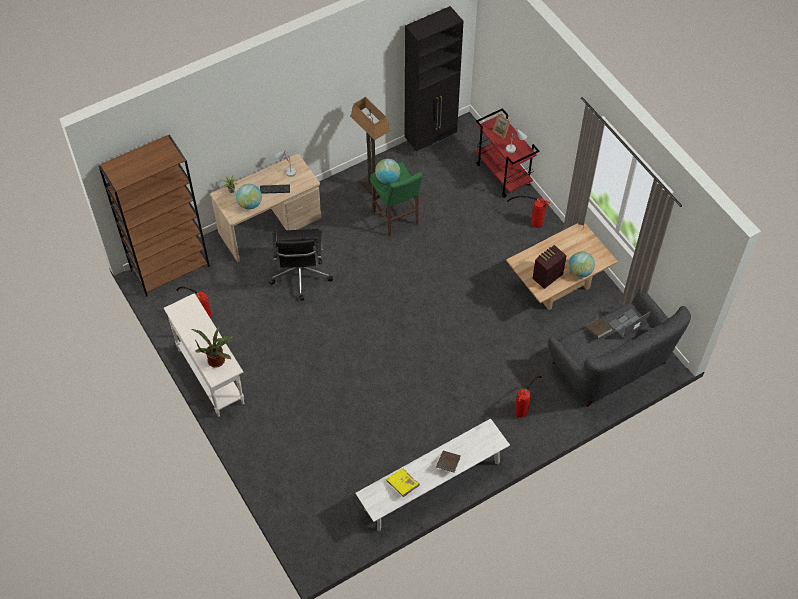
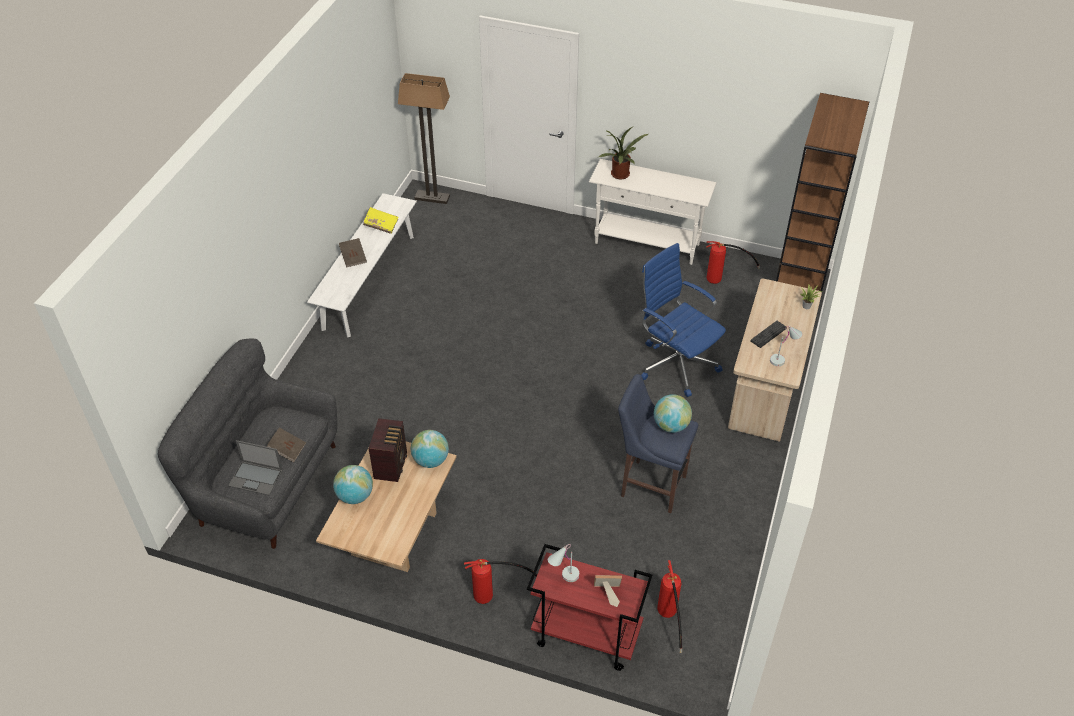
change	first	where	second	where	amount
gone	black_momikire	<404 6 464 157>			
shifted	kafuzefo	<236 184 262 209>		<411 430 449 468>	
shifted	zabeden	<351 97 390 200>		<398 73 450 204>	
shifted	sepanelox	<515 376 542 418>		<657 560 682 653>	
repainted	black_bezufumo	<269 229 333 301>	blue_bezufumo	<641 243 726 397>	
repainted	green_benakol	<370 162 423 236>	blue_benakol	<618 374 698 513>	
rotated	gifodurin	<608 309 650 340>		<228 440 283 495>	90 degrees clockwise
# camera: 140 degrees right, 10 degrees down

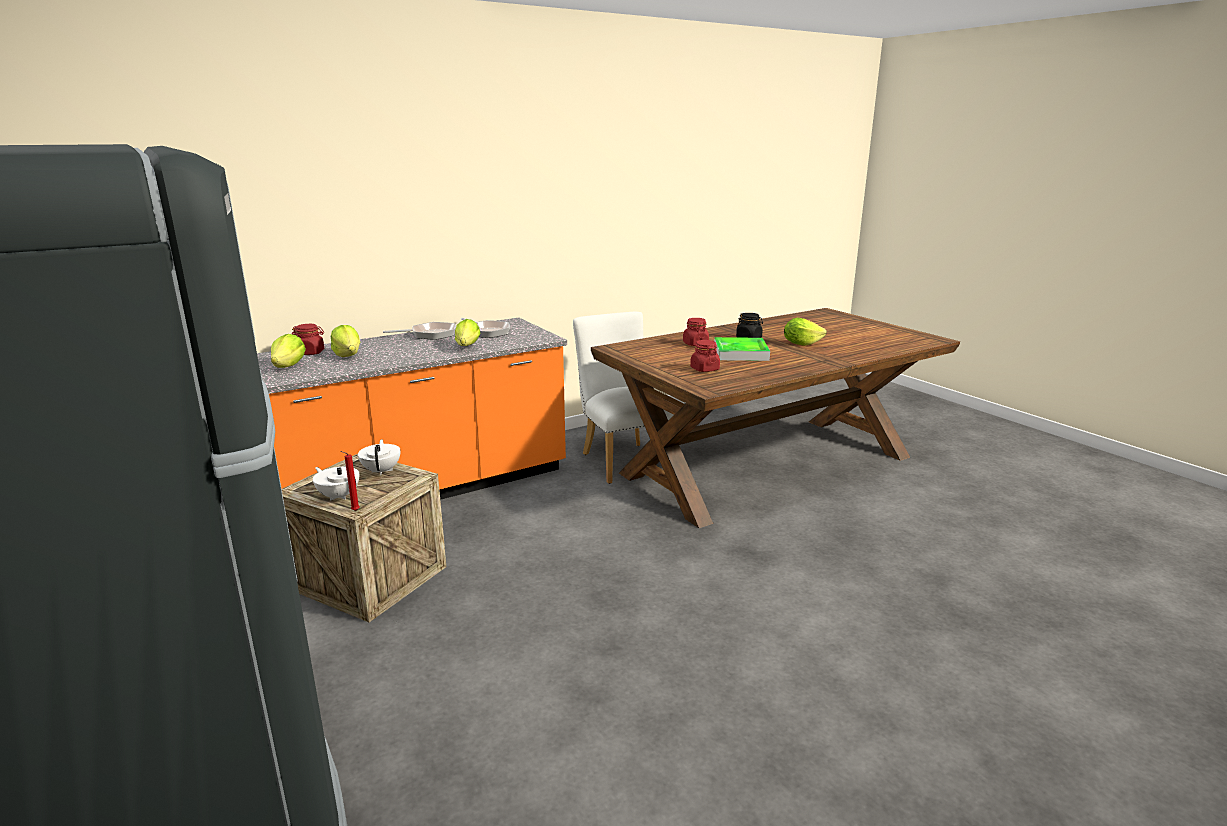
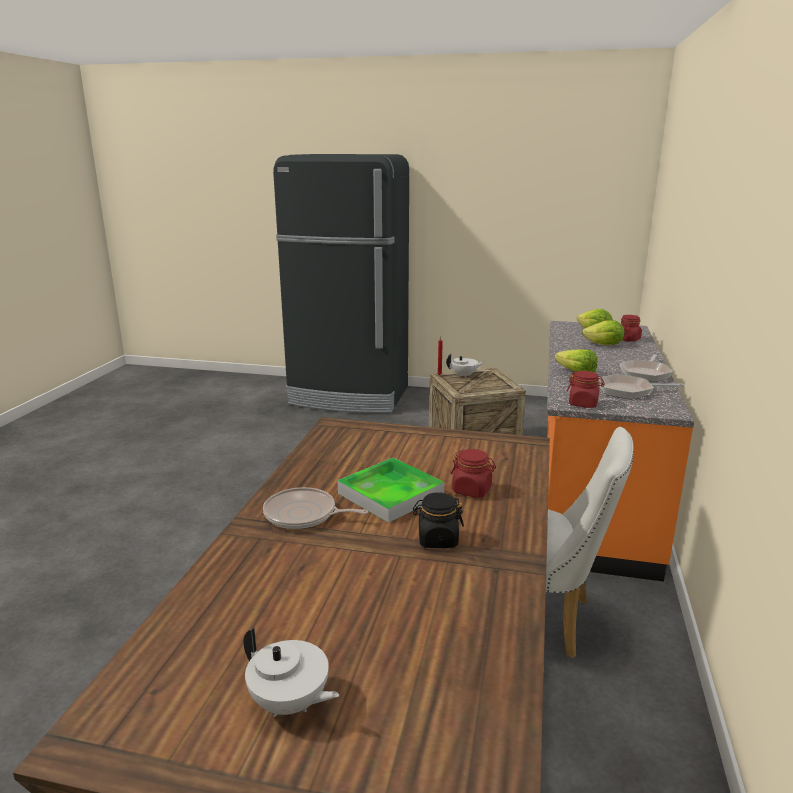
change	first	where	second	where	amount
gone	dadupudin	<784 318 827 346>			
new			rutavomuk	<263 487 368 529>	
shifted	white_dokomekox	<358 440 400 475>		<243 628 339 717>	
shifted	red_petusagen	<690 340 720 372>		<567 371 605 408>	
# camera: 135 degrees right, 0 degrees up

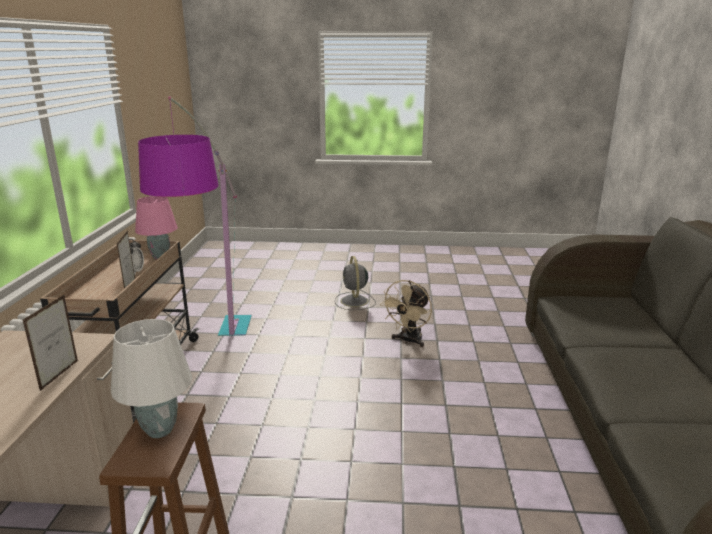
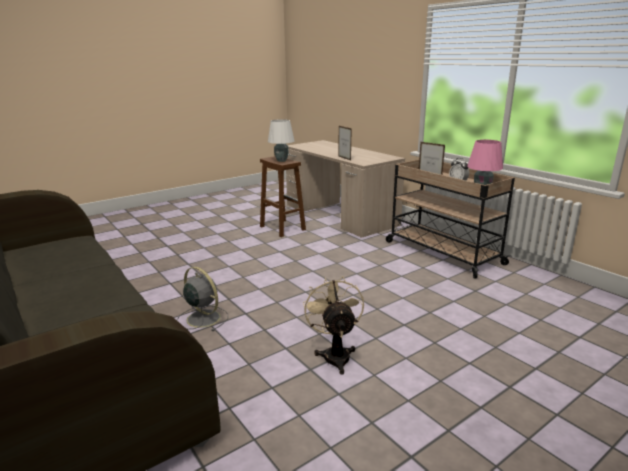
change	first	where	second	where	amount
gone	zabeden	<138 96 252 336>			
shifted	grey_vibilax	<335 256 376 310>		<177 267 228 331>	
# camera: 140 degrees right, 0 degrees up

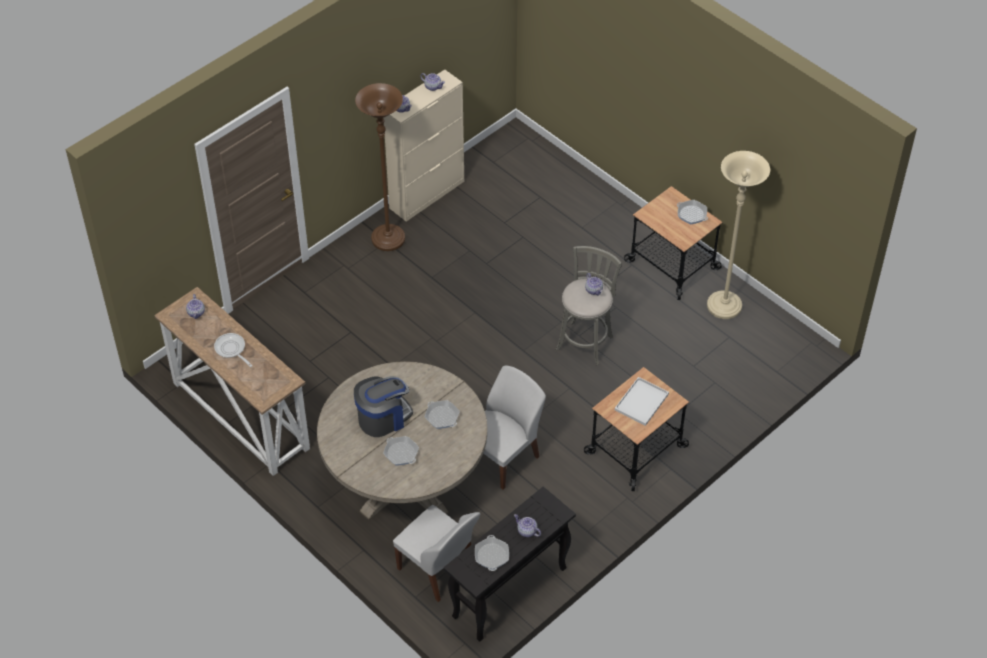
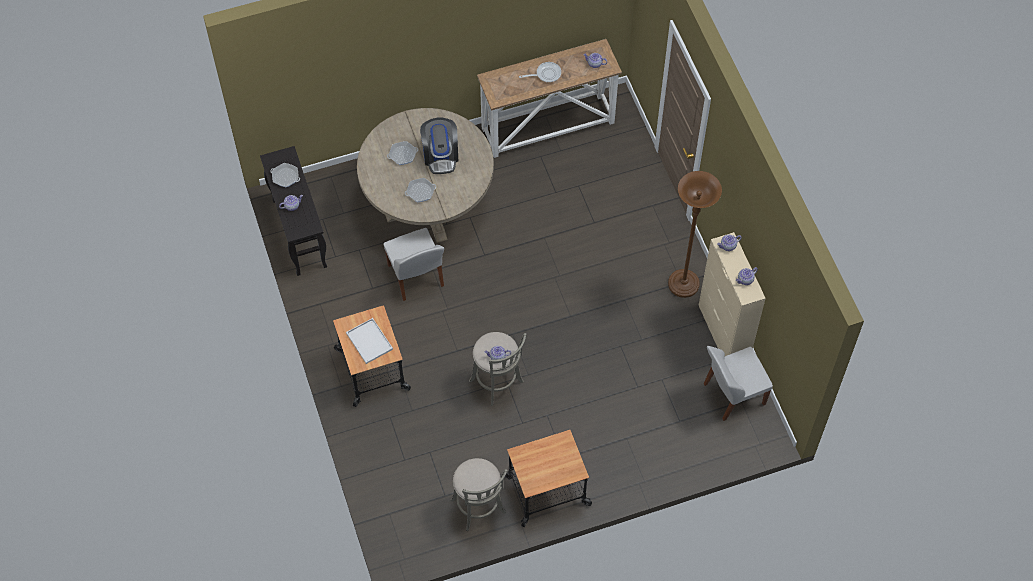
change	first	where	second	where	amount
gone	rutavomuk	<677 200 708 224>			
shifted	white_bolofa	<393 505 480 602>		<704 346 773 421>	
swapped	beige_zabeden	<707 151 770 319>	grey_benakol	<450 458 508 531>	
# camera: 115 degrees right, 10 degrees up

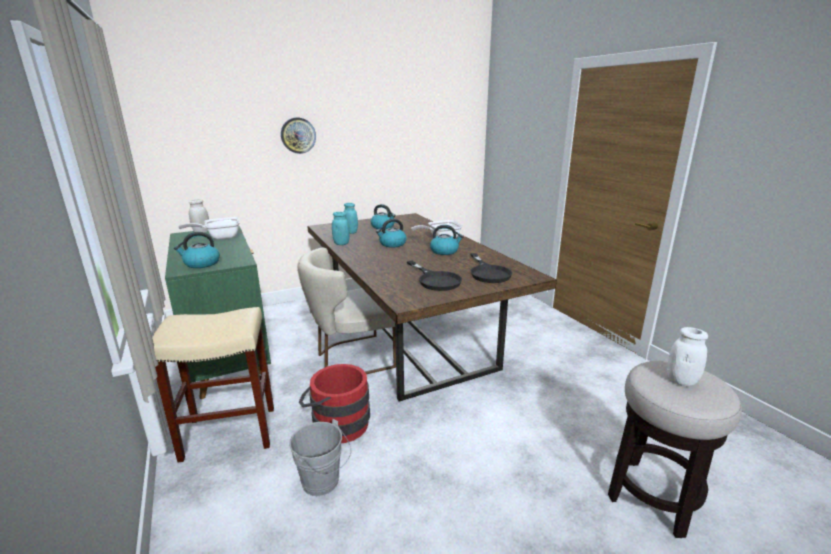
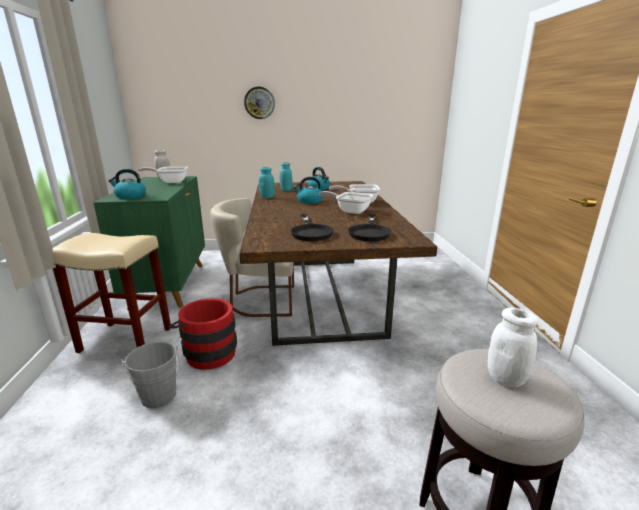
change	first	where	second	where	amount
swapped	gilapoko	<430 225 464 255>	rutavomuk	<319 191 373 214>	
# camera: 20 degrees right, 0 degrees up

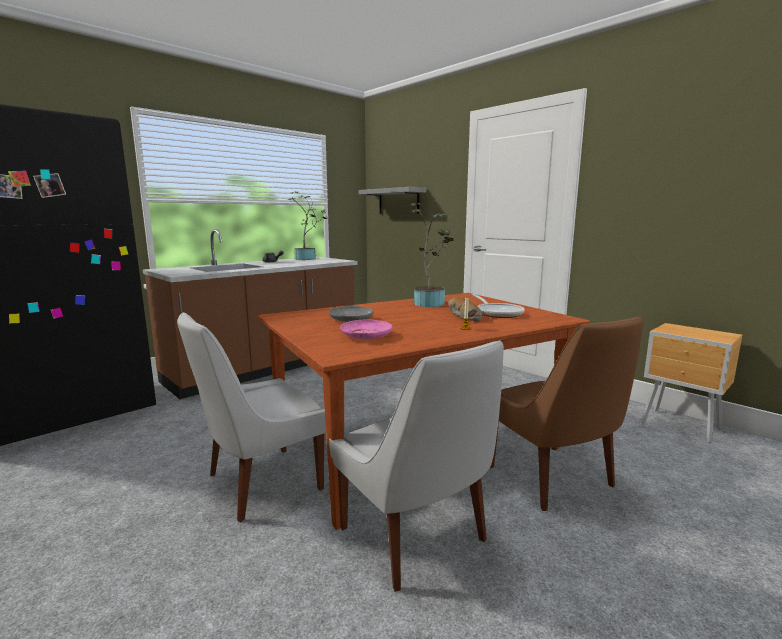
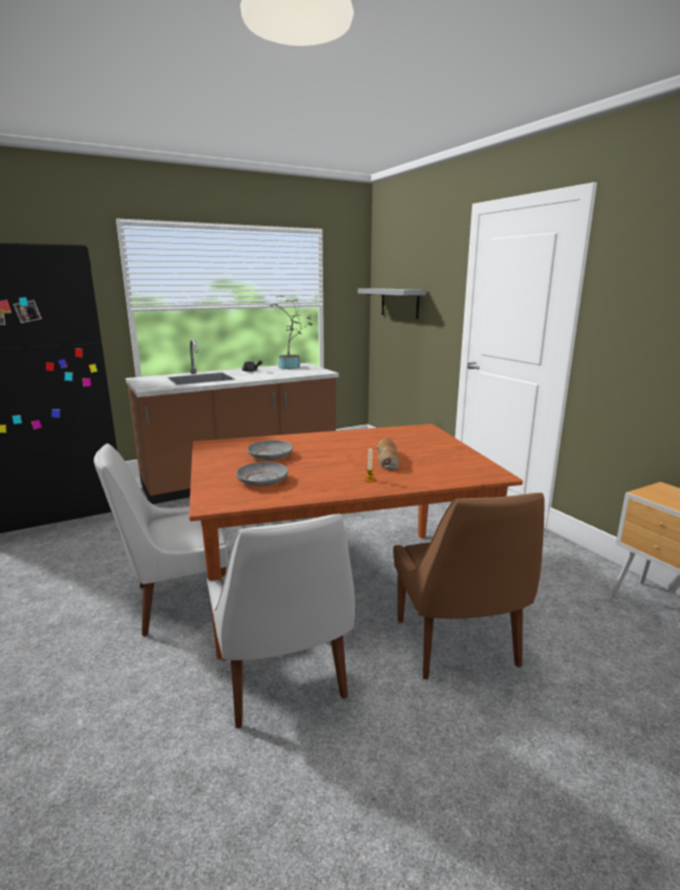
change	first	where	second	where	amount
gone	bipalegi	<410 203 454 307>			
gone	rutavomuk	<472 294 524 318>			
repainted	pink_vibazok	<340 319 392 339>	grey_vibazok	<236 462 288 486>	
# camera: 15 degrees right, 5 degrees up

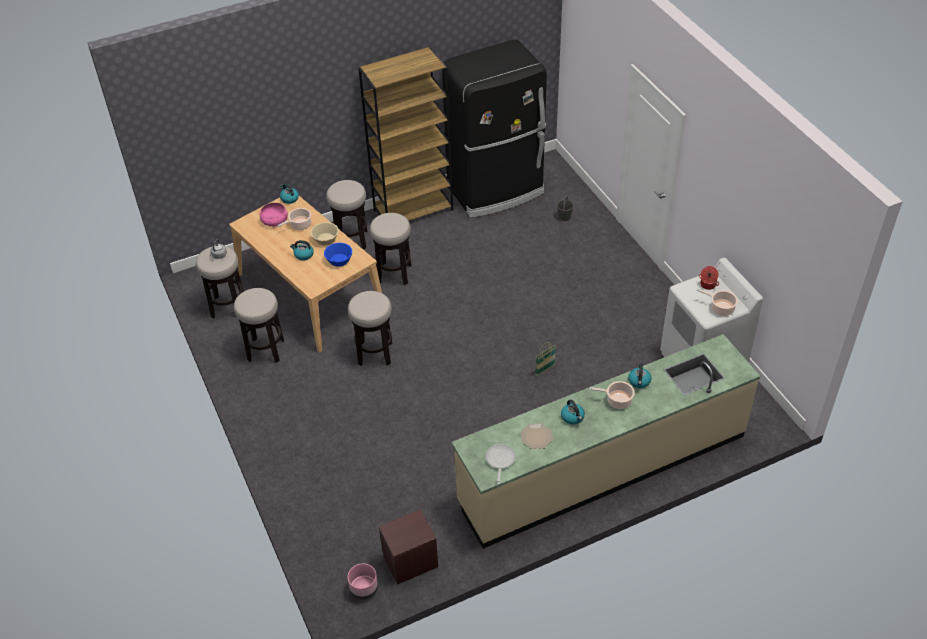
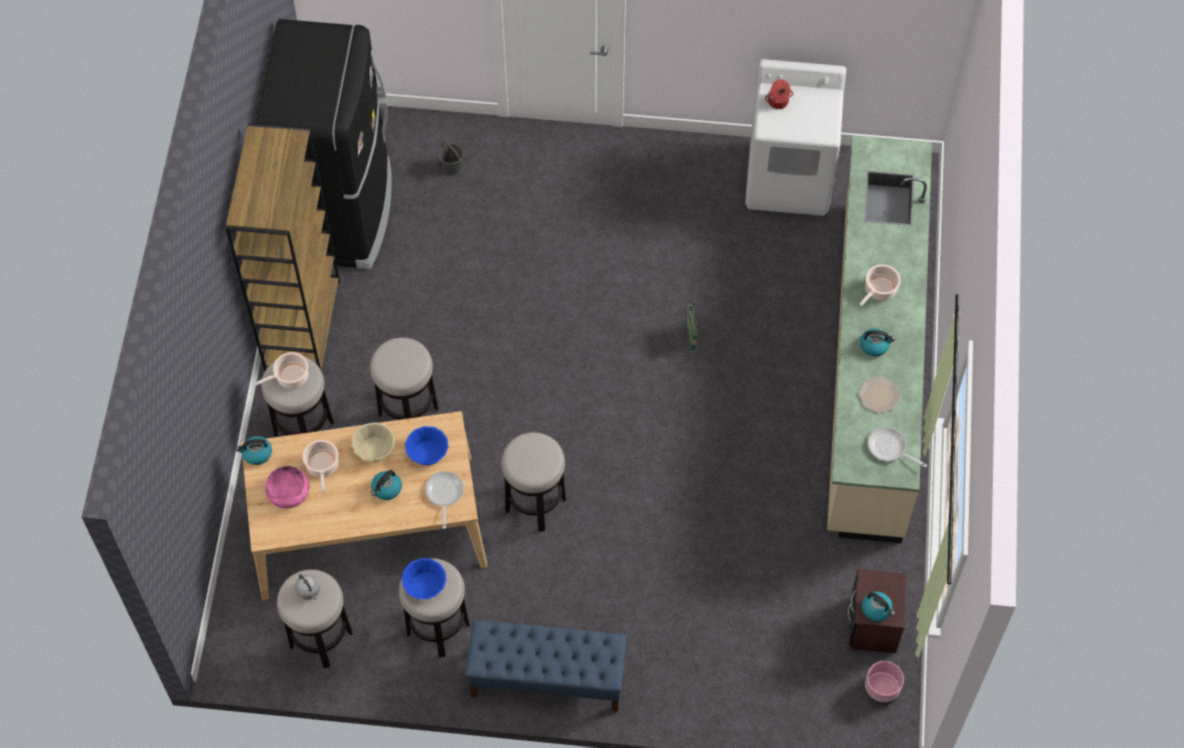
change	first	where	second	where	amount
new			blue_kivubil	<402 558 446 599>	
new			rutavomuk	<425 471 464 529>	
new			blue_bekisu	<465 620 627 712>	
shifted	gilapoko	<628 364 651 388>		<862 592 895 621>	
shifted	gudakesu	<697 289 738 316>		<254 352 308 389>	
# camera: 60 degrees left, 15 degrees up

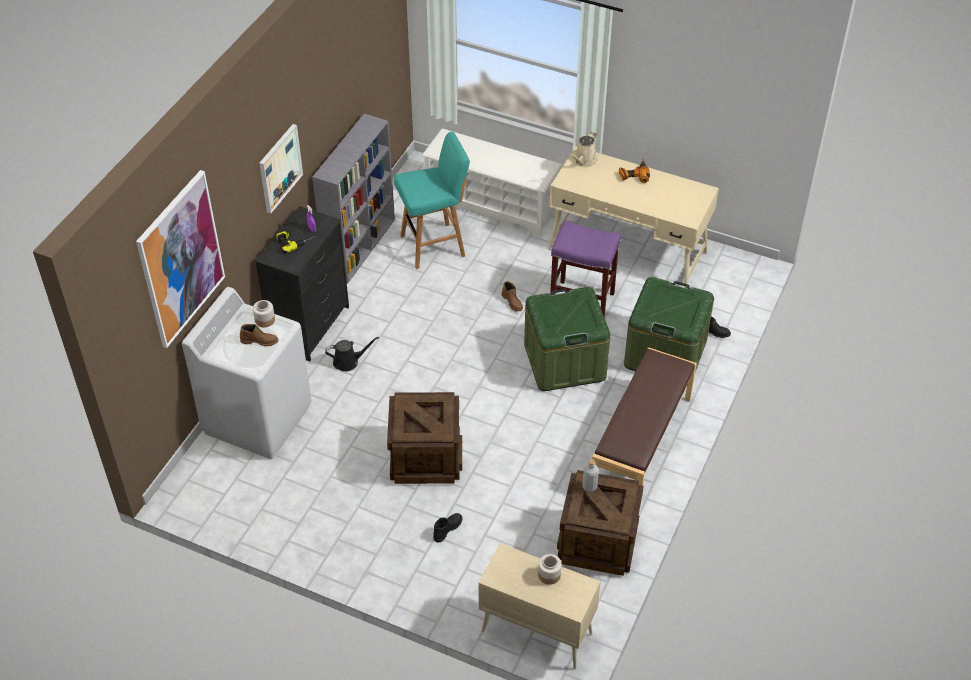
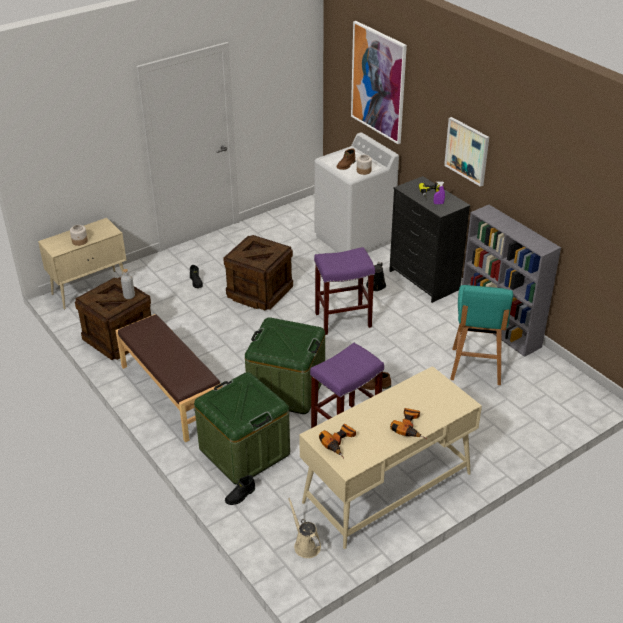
change	first	where	second	where	amount
gone	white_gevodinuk	<422 129 563 236>			
new			purple_benakol	<314 247 375 335>	
new			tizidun	<319 423 356 458>	
shifted	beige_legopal	<570 132 598 167>		<288 498 321 558>	
# camera: 120 degrees right, 10 degrees down

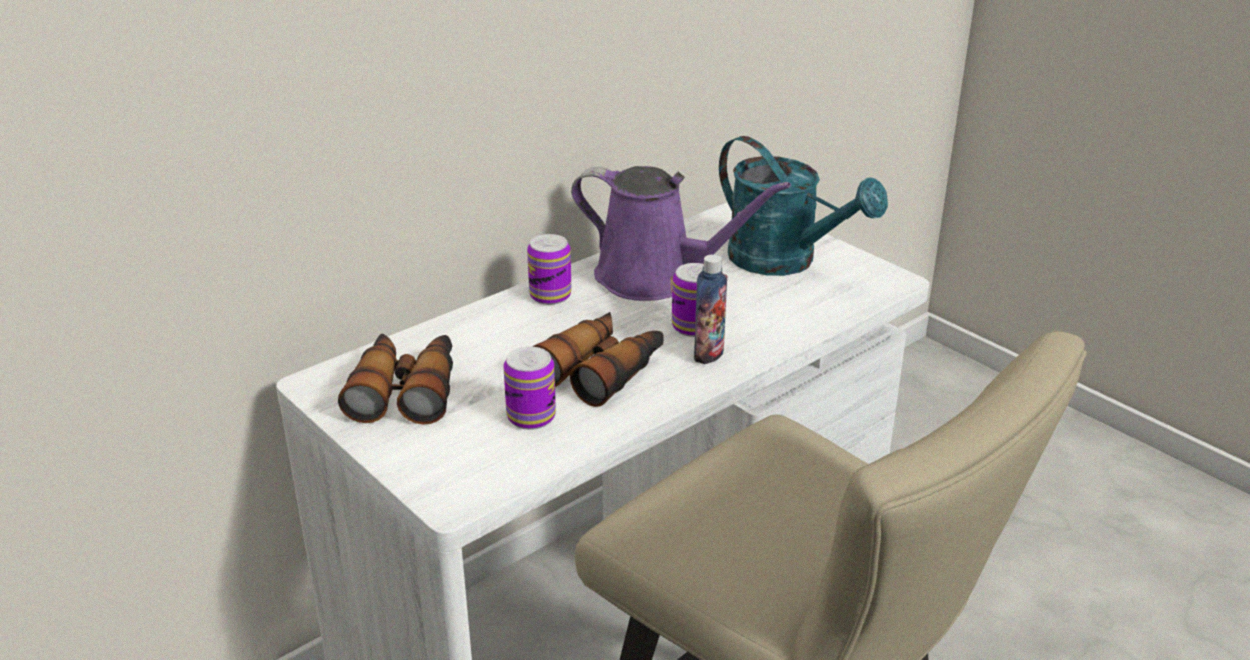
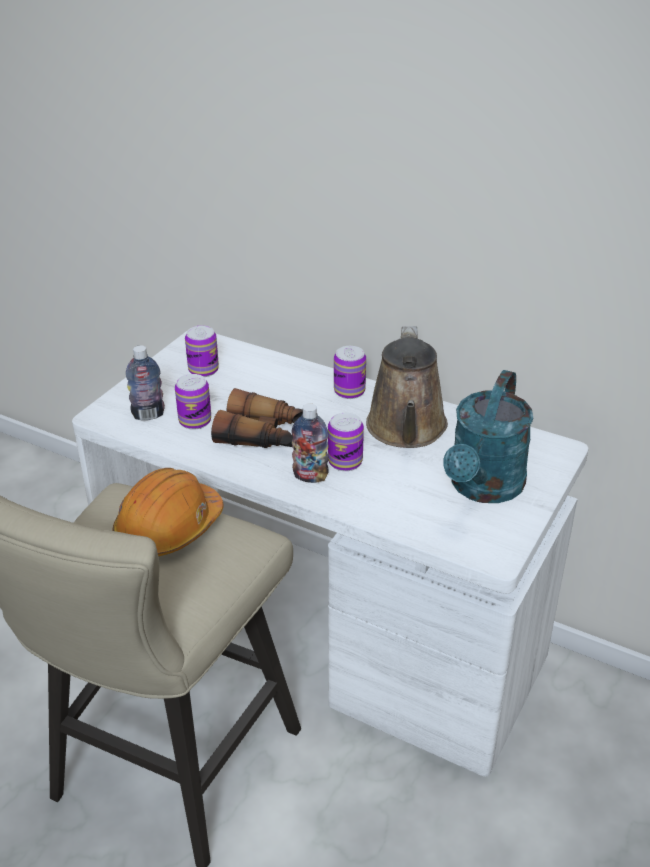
change	first	where	second	where	amount
new			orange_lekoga	<113 468 223 556>	
new			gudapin	<126 345 165 420>	
swapped	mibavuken	<338 334 453 425>	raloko	<185 325 219 377>	
repainted	purple_legopal	<571 166 791 301>	brown_legopal	<366 326 448 448>	
# camera: 70 degrees right, 5 degrees up

